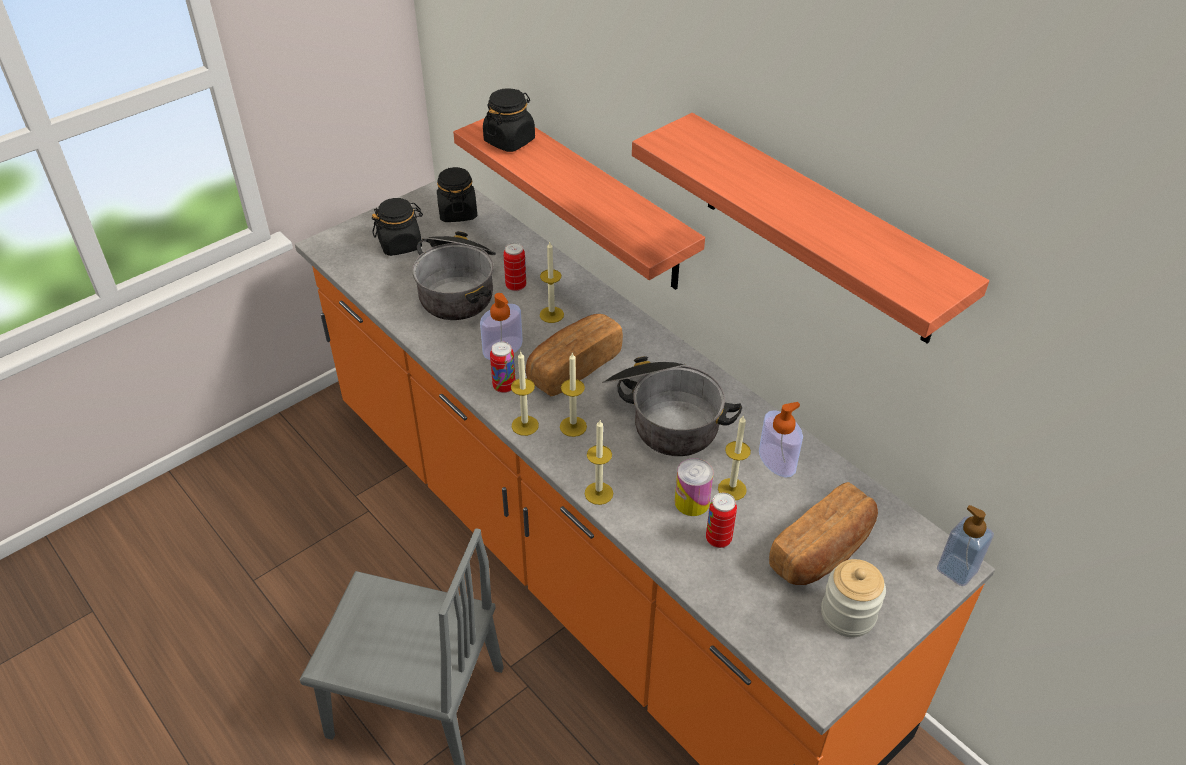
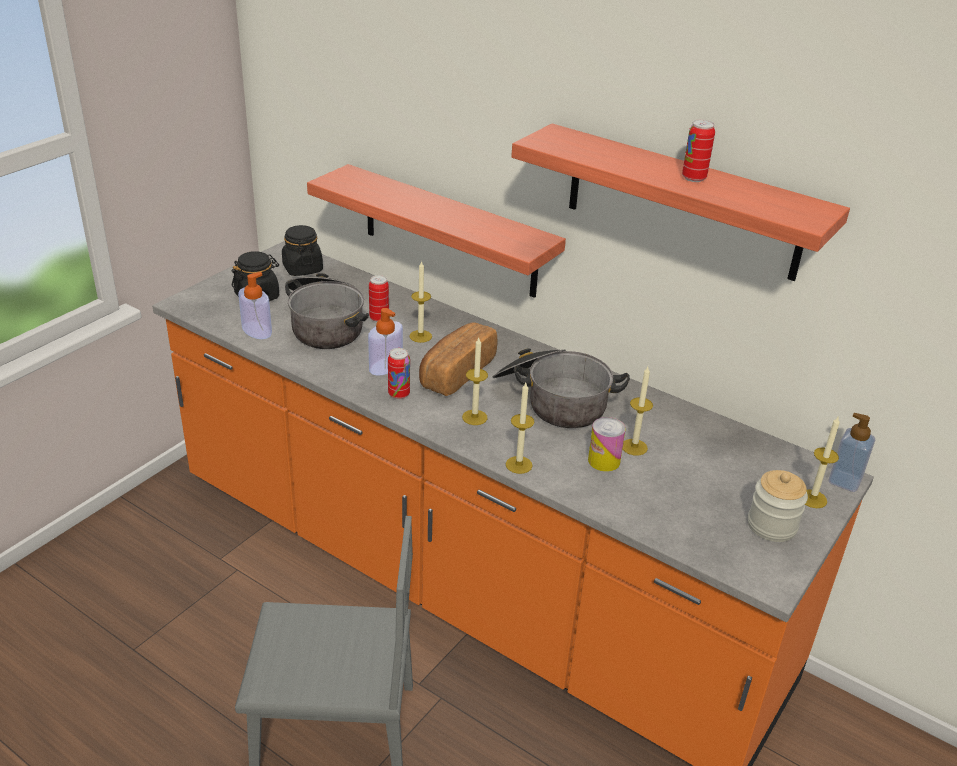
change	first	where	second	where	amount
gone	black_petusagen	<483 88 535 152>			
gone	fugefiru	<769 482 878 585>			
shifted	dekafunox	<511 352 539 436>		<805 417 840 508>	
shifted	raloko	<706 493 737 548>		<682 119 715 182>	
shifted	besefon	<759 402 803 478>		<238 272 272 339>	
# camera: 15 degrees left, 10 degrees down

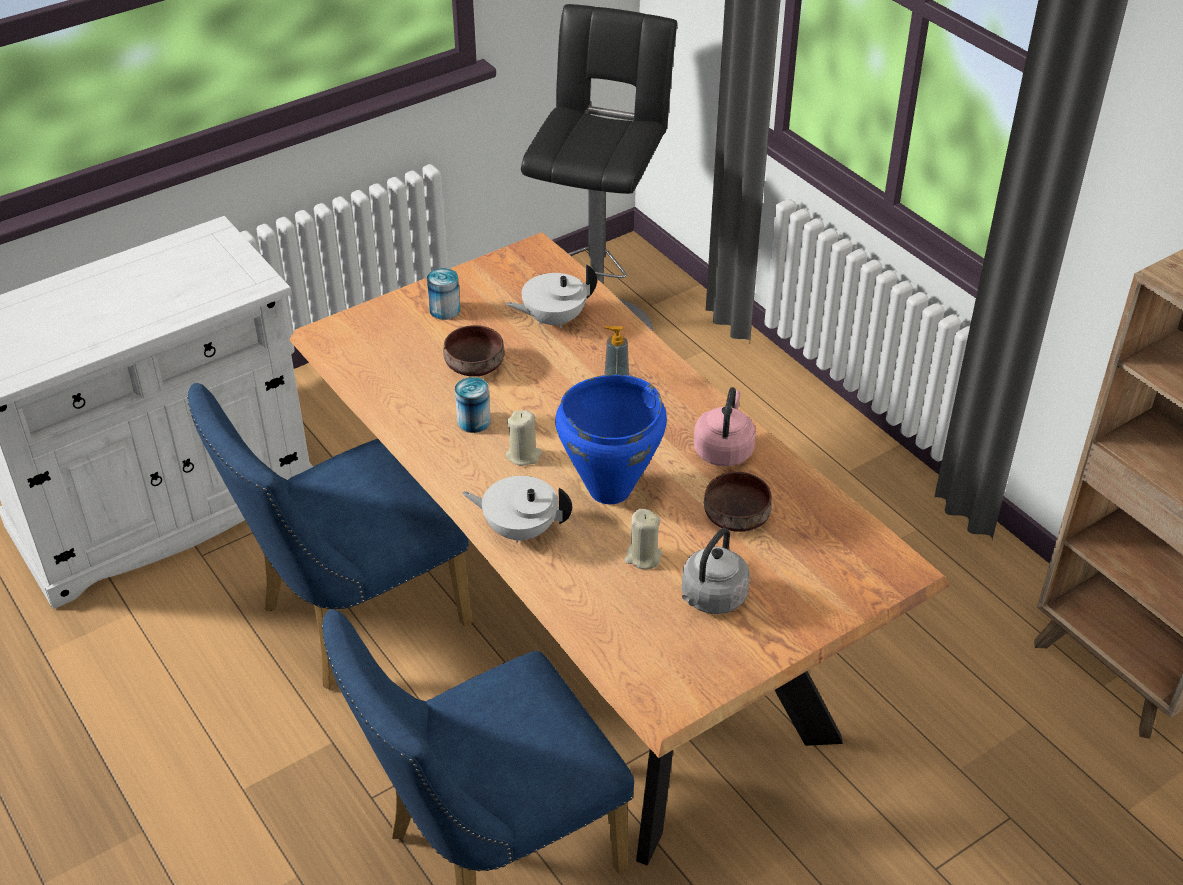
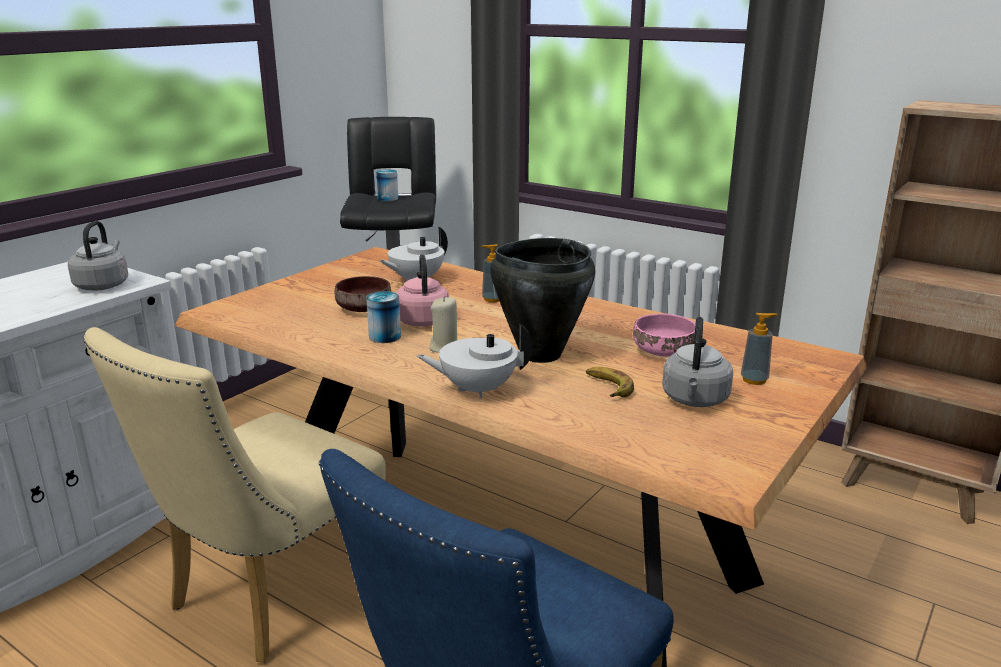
change	first	where	second	where	amount
new			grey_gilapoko	<68 221 129 290>	
new			besefon	<741 313 778 385>	
shifted	raloko	<427 268 460 320>		<376 170 398 201>	
shifted	pink_gilapoko	<694 387 755 466>		<396 254 449 327>	
swapped	beige_dekafunox	<625 509 662 569>	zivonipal	<586 367 634 397>	
repainted	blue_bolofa	<187 383 472 689>	beige_bolofa	<83 327 386 663>	
repainted	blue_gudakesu	<555 374 667 504>	black_gudakesu	<490 238 595 363>	
repainted	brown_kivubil	<704 472 772 532>	pink_kivubil	<633 314 696 357>	
# camera: 20 degrees left, 20 degrees down

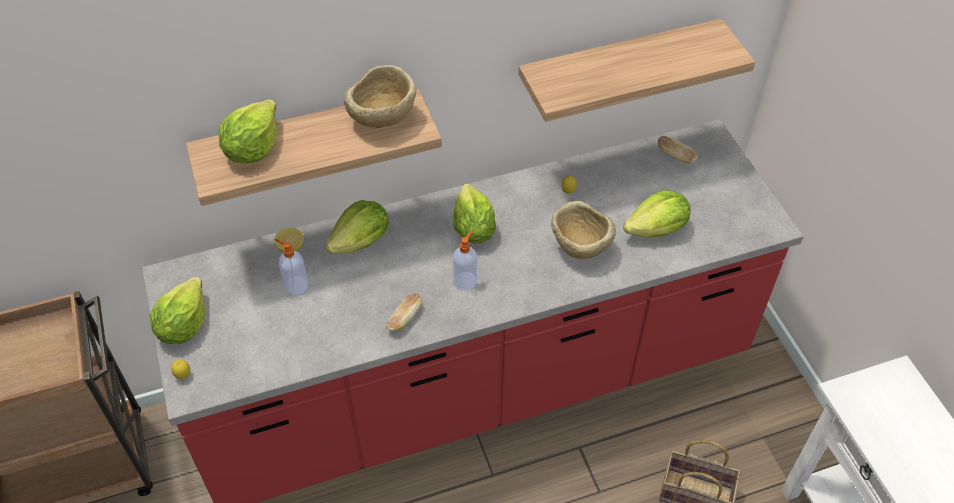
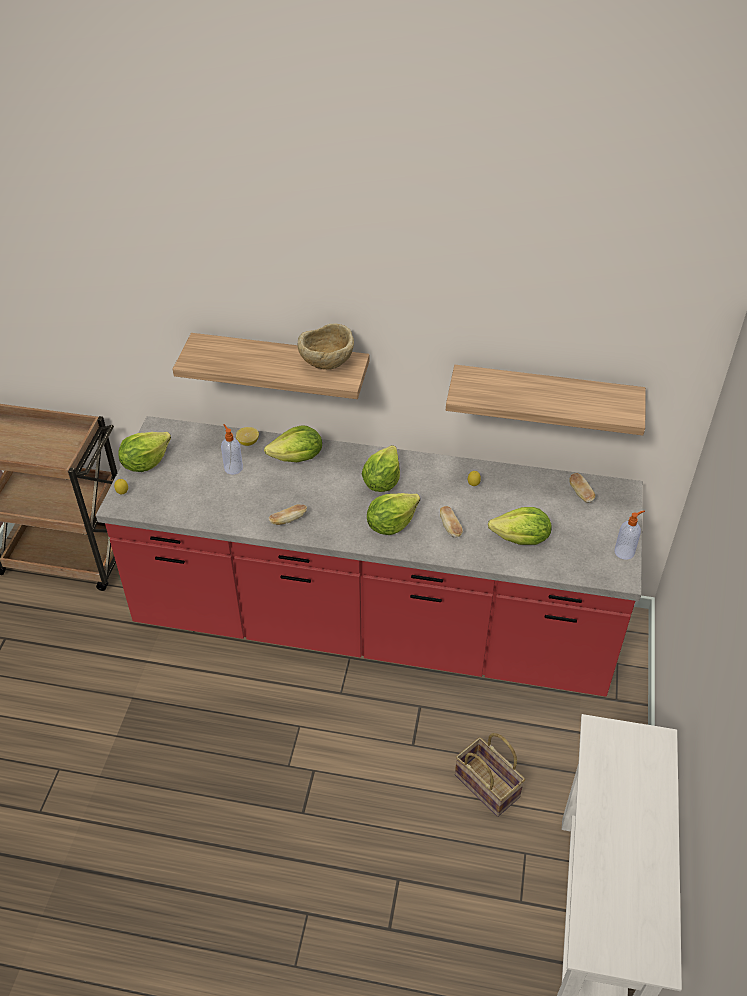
change	first	where	second	where	amount
shifted	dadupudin	<218 99 277 163>		<367 493 420 535>	
shifted	besefon	<453 230 477 290>		<615 511 645 560>	
swapped	beige_kivubil	<551 201 616 259>	fugefiru	<440 506 463 538>	
# camera: 30 degrees right, 5 degrees down

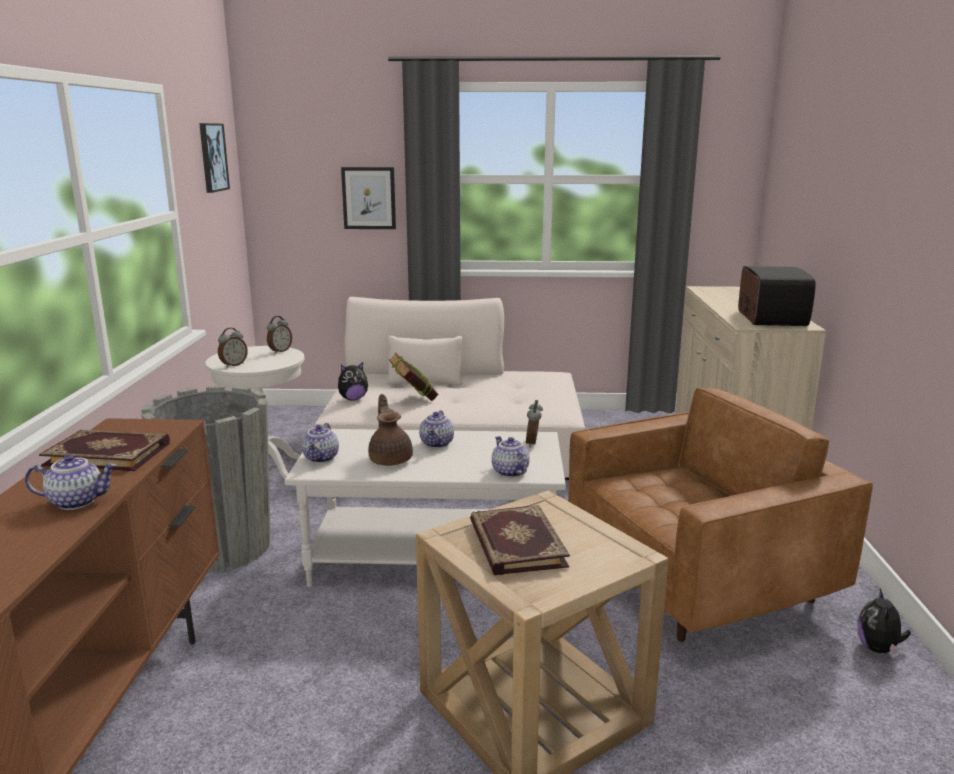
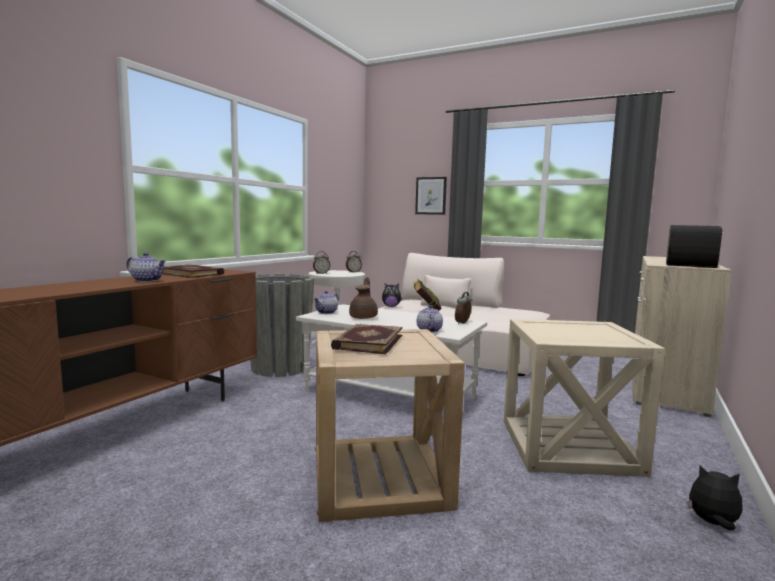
change	first	where	second	where	amount
gone	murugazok	<199 123 230 193>			
gone	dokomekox	<419 410 454 448>			
swapped	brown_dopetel	<568 388 873 642>	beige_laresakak	<504 319 665 477>	
rotated	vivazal	<858 588 911 655>		<686 465 743 530>	75 degrees clockwise
# camera: 25 degrees right, 10 degrees down

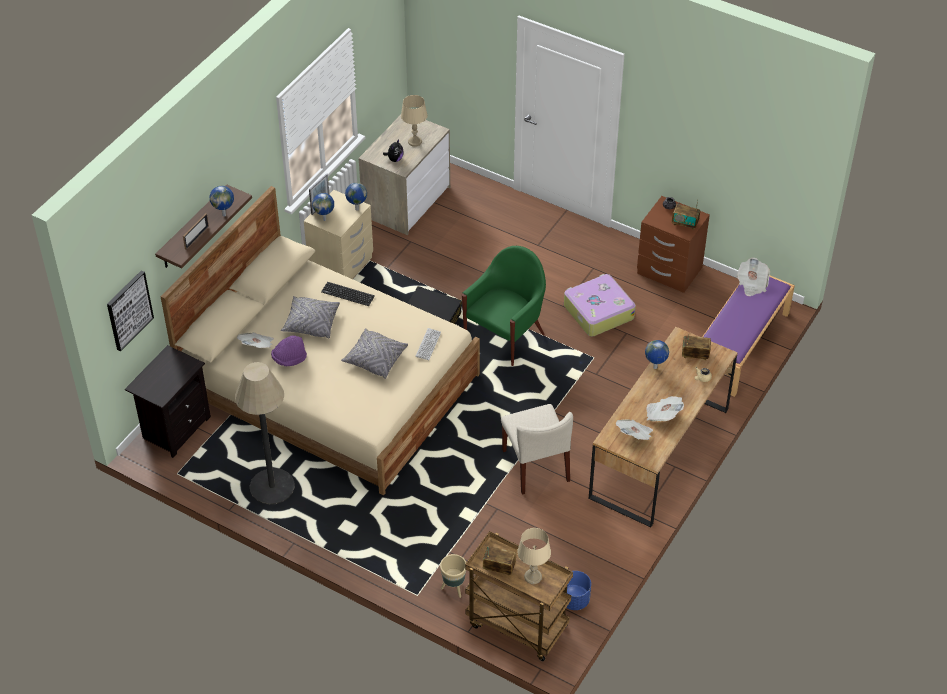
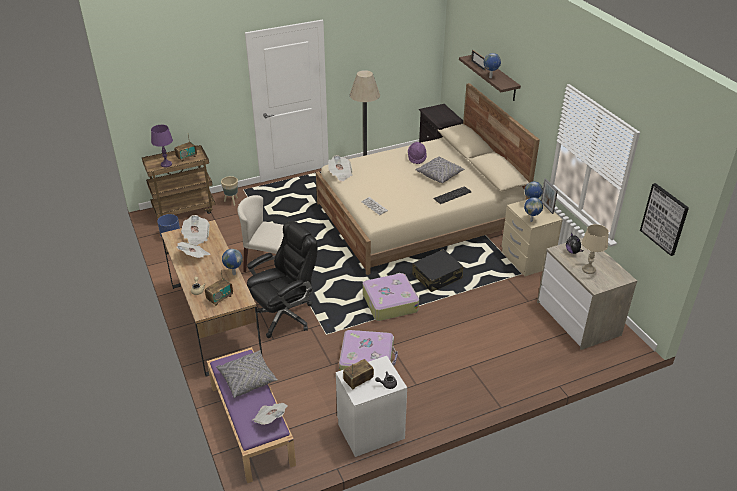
change	first	where	second	where	amount
new			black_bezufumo	<247 221 317 338>	
shifted	murugazok	<107 270 154 351>		<640 183 689 256>	
shifted	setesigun	<237 332 274 348>		<328 155 353 182>	
shifted	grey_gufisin	<341 328 408 379>		<216 350 278 398>	
swapped	green_dopetel	<462 246 546 366>	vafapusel	<363 273 419 321>	
repainted	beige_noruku	<517 528 551 584>	purple_noruku	<151 125 173 167>	
repainted	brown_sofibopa	<637 196 710 293>	white_sofibopa	<336 356 407 457>	
# camera: 125 degrees right, 10 degrees down

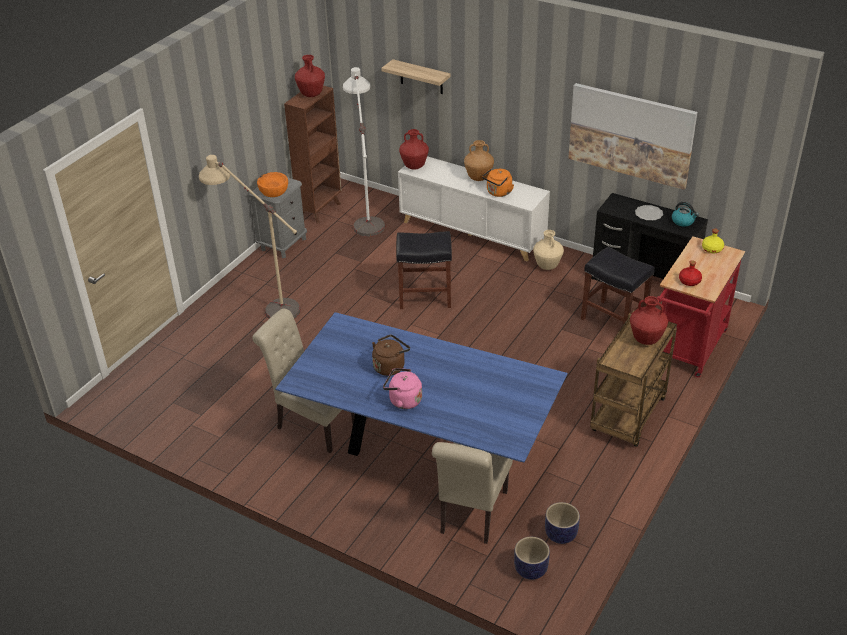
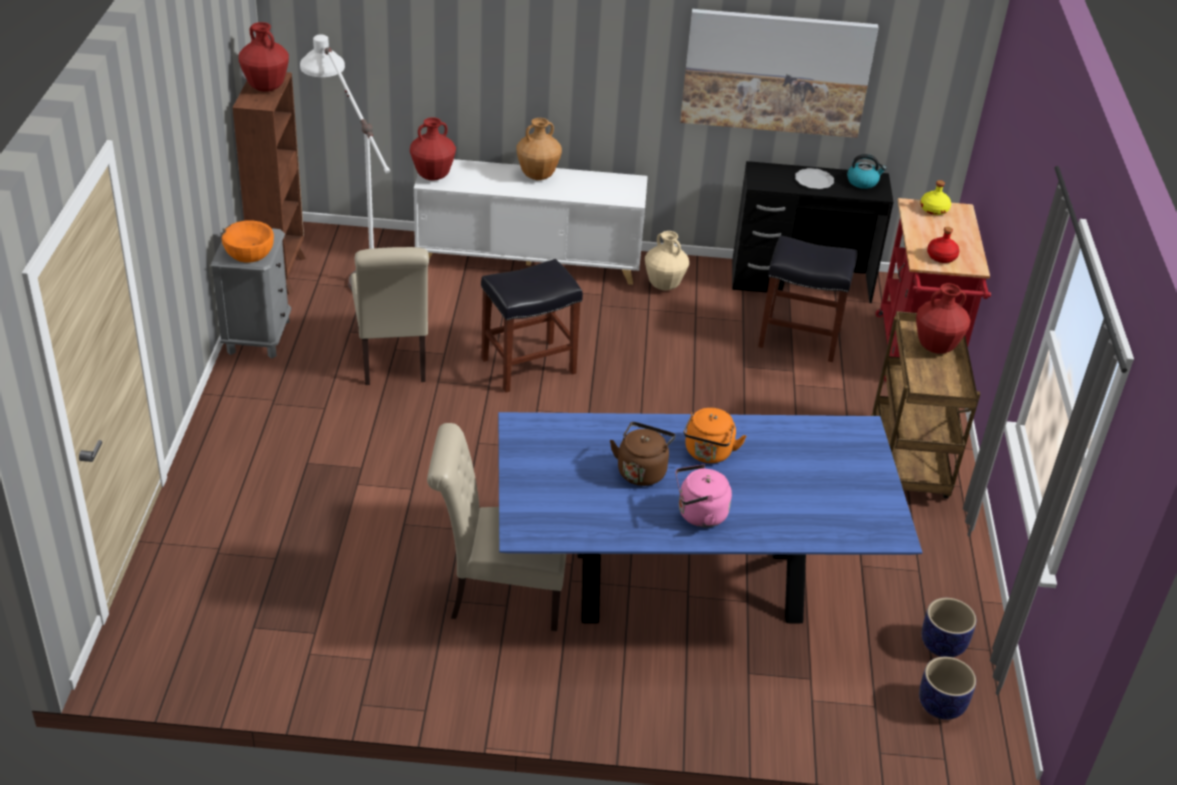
change	first	where	second	where	amount
gone	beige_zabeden	<199 155 301 319>			
gone	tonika	<381 59 450 94>			
shifted	beige_bolofa	<432 442 513 544>		<351 247 429 385>	
shifted	orange_gilapoko	<482 168 514 197>		<684 408 747 463>	
# camera: 30 degrees left, 0 degrees up

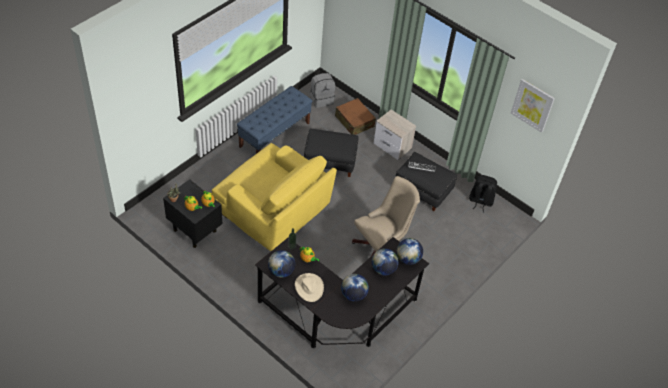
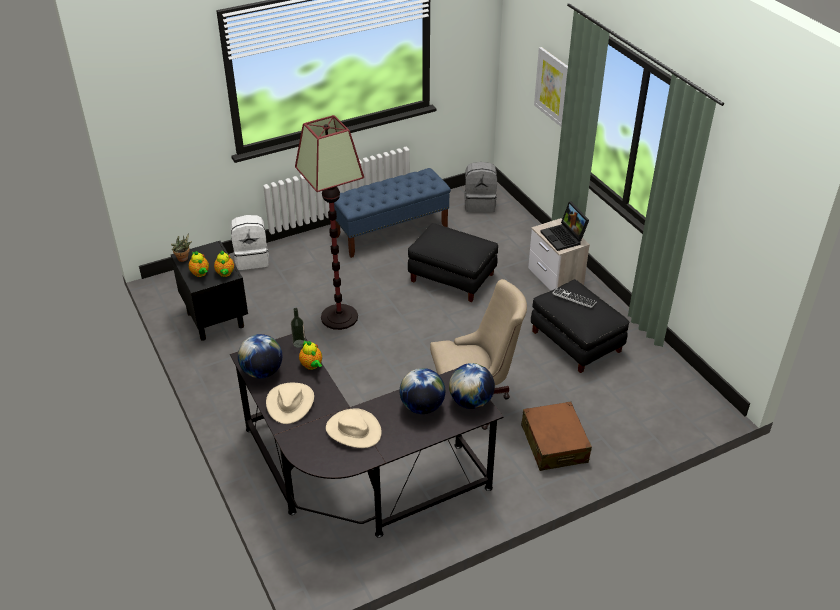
change	first	where	second	where	amount
gone	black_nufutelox	<469 175 497 212>			
new			white_nufutelox	<230 215 269 270>	
new			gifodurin	<540 202 589 251>	
shifted	brown_vafapusel	<335 98 376 135>		<521 402 592 471>	
shifted	murugazok	<511 79 555 133>		<534 47 568 127>	
swapped	yellow_dopetel	<212 143 337 251>	zabeden	<295 115 364 330>	
swapped	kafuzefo	<341 274 369 302>	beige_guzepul	<326 408 382 448>	
# camera: 25 degrees right, 10 degrees down

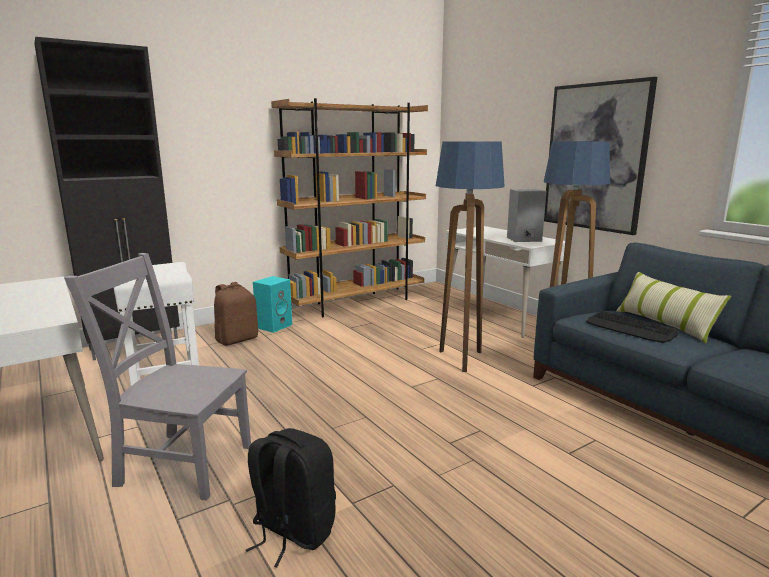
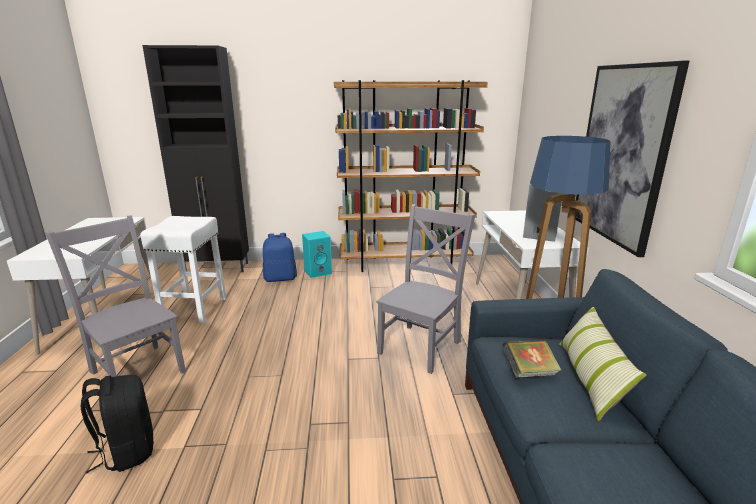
change	first	where	second	where	amount
swapped	zabeden	<436 141 505 372>	grey_bolofa	<376 204 476 374>	
swapped	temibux	<586 311 679 343>	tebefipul	<502 340 561 378>	
repainted	brown_nufutelox	<214 282 258 346>	blue_nufutelox	<263 233 297 282>	
# camera: 30 degrees right, 5 degrees up

